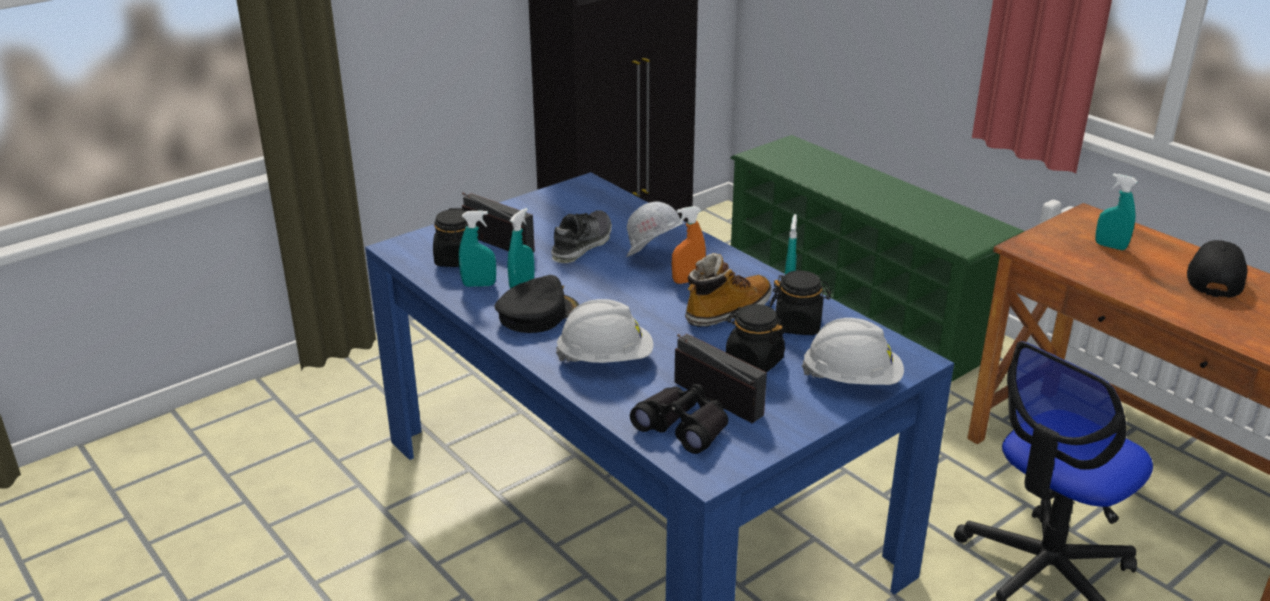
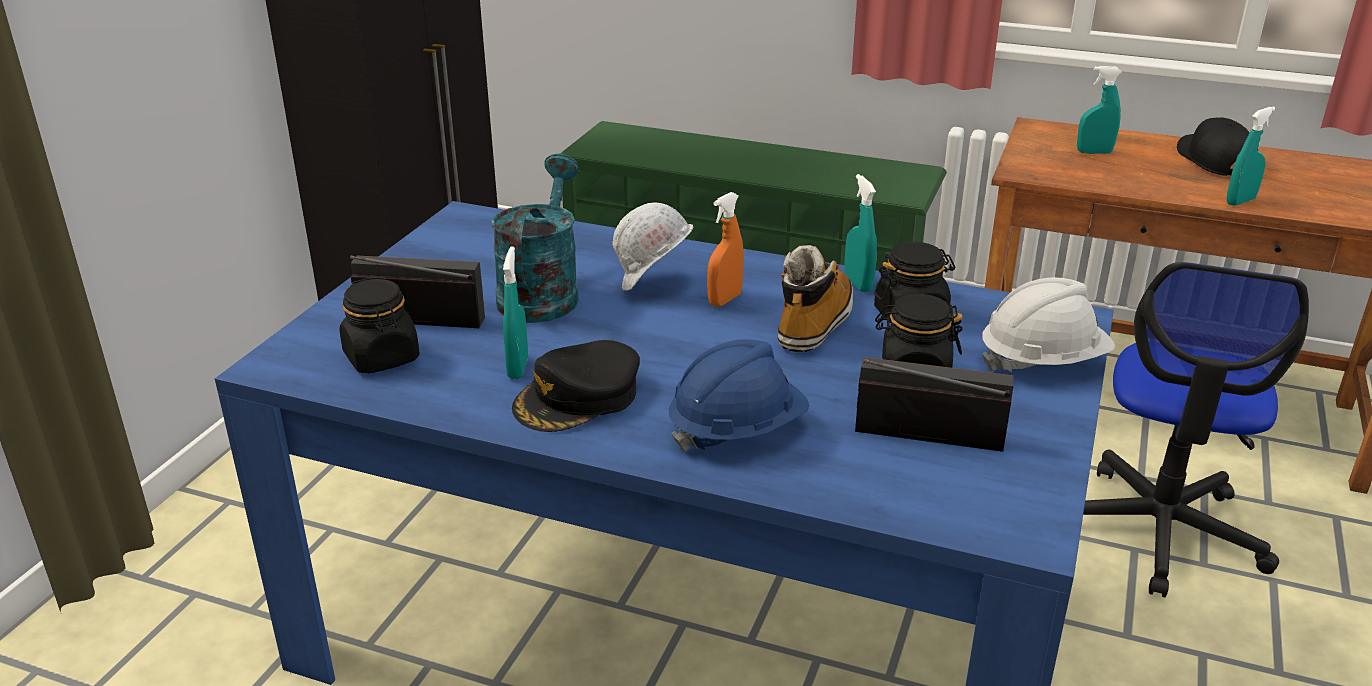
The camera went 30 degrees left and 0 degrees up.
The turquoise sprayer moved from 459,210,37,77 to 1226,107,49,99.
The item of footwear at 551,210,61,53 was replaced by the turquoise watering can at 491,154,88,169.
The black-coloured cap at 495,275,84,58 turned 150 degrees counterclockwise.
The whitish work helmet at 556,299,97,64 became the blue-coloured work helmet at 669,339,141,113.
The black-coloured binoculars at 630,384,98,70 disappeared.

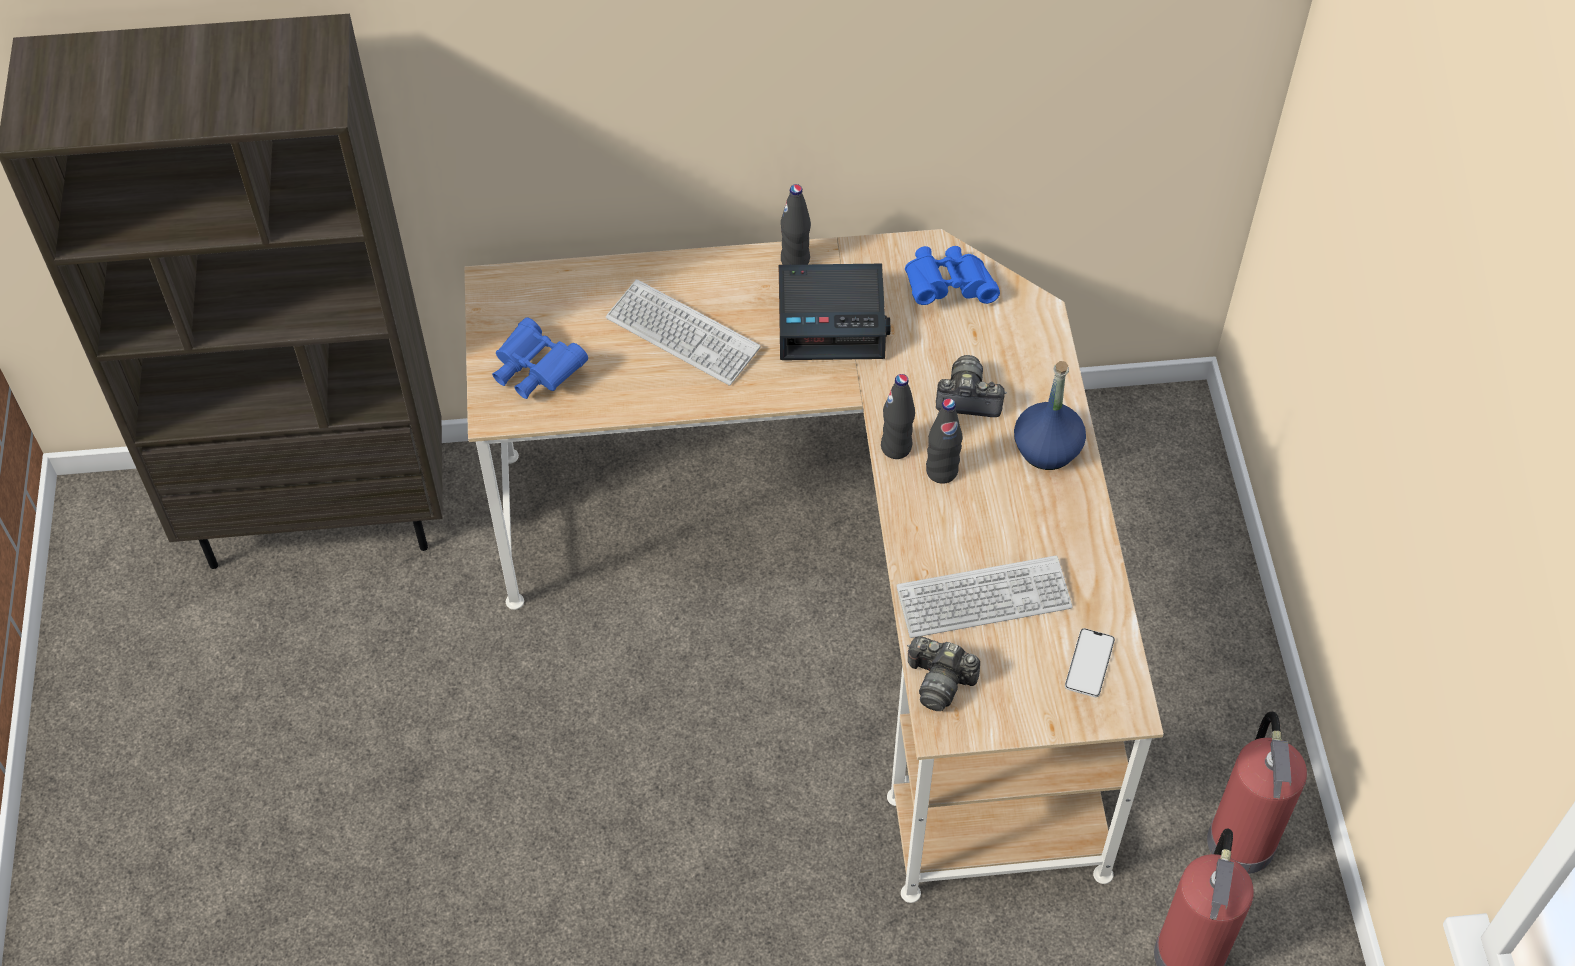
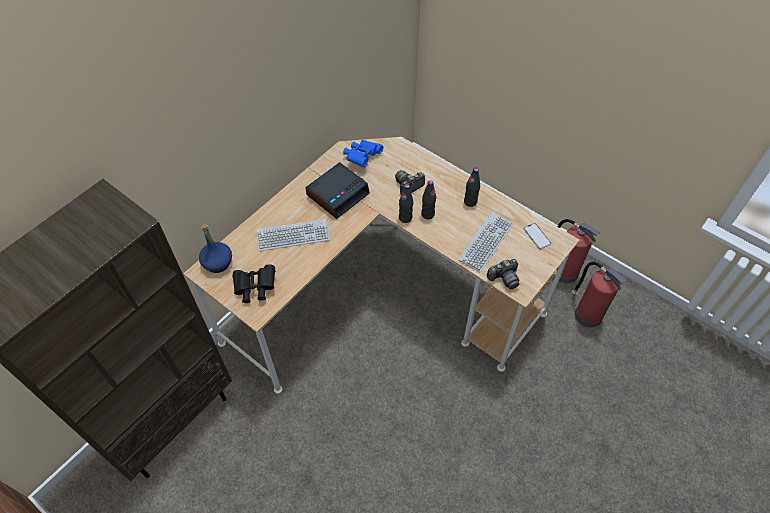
The camera went 45 degrees left and 0 degrees up.
The black-coloured drink bottle moved from 781,184,30,81 to 464,168,16,39.
The blue-coloured binoculars at 492,317,96,82 became the black-coloured binoculars at 233,264,42,39.
The blue-coloured drink bottle moved from 1014,361,72,109 to 199,224,33,49.

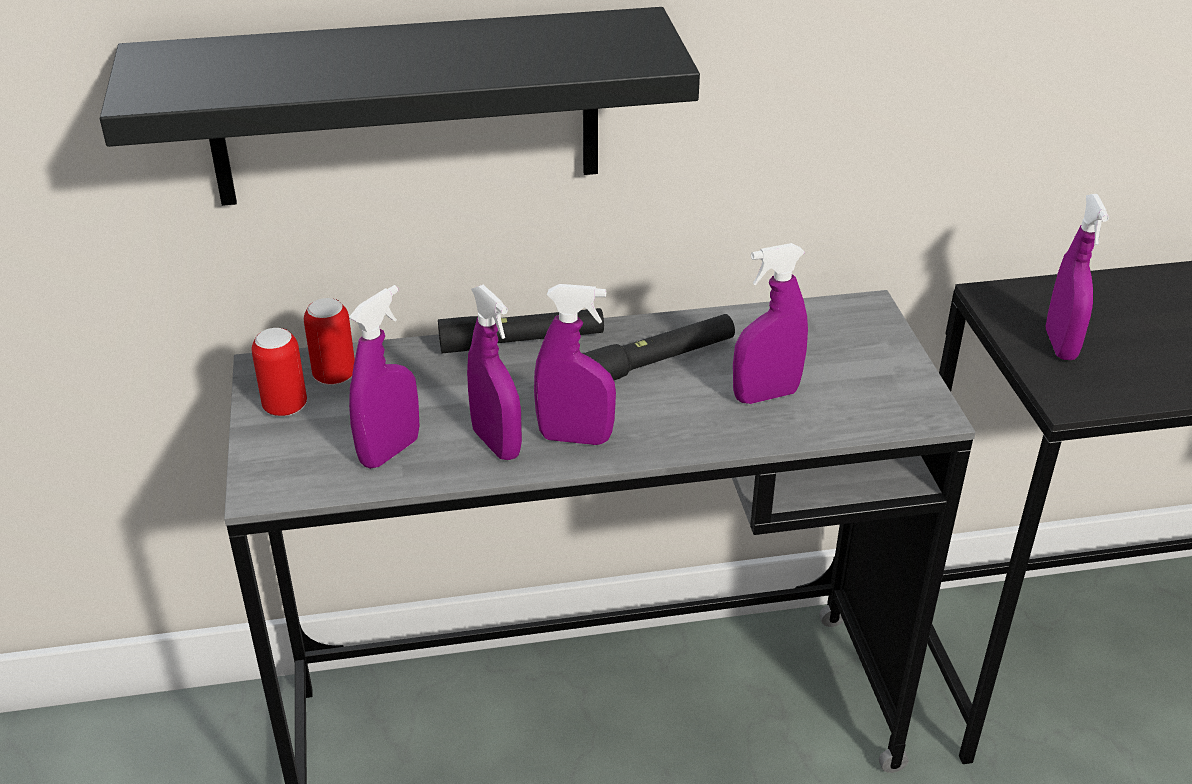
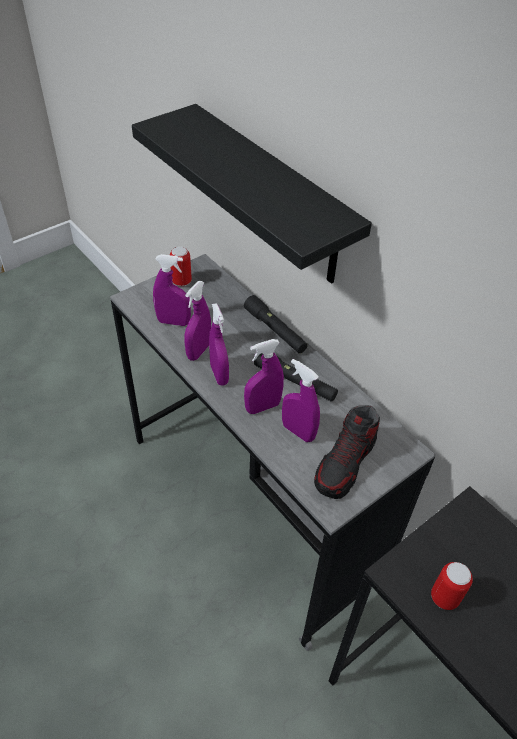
The camera went 60 degrees right and 10 degrees up.
The purple sprayer moved from 1046,194,63,166 to 244,339,40,75.
The can moved from 304,298,51,87 to 431,562,42,48.
The item of footwear at 314,405,66,94 appeared.

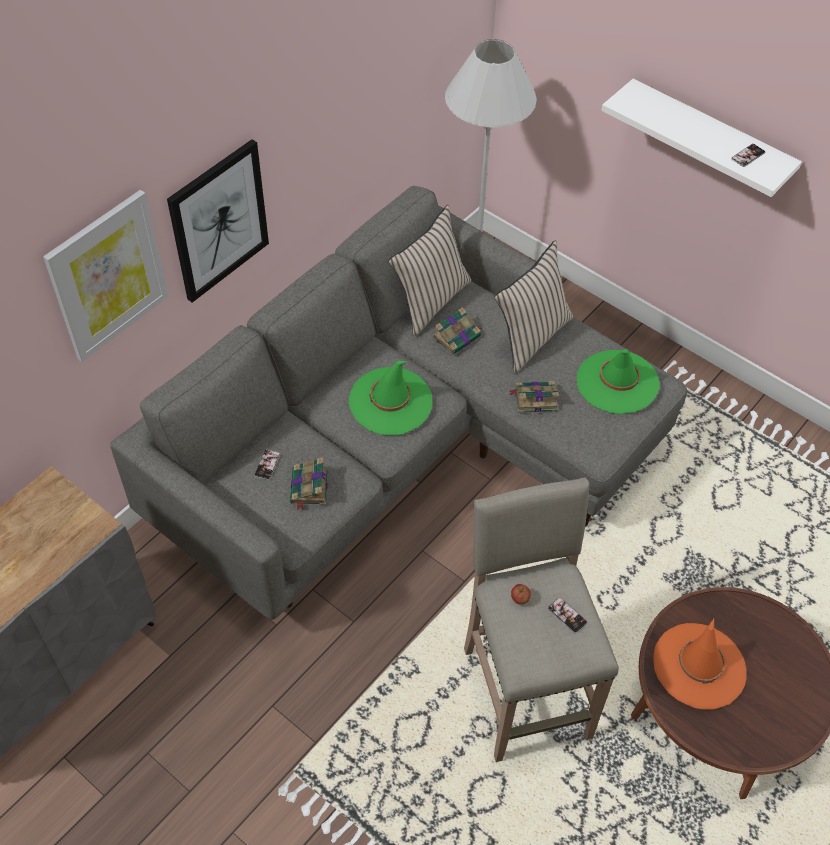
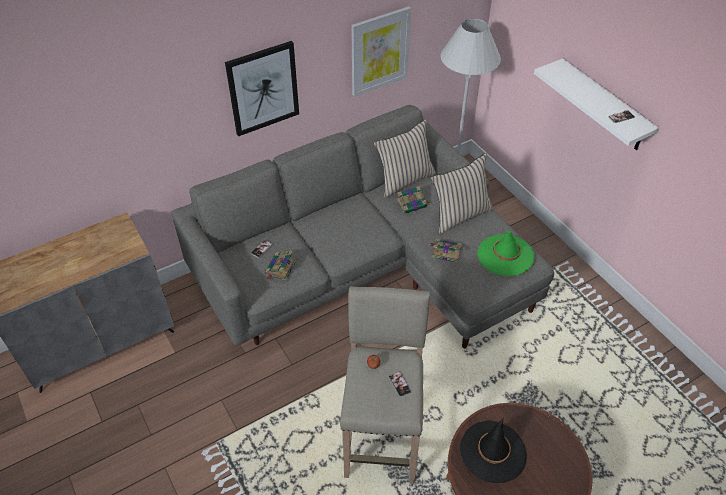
The camera went 20 degrees right and 5 degrees down.
The wall art moved from 43,190,125,172 to 351,6,60,91.
The green hat at 349,361,84,75 disappeared.
The orange-coloured hat at 653,619,94,91 became the black-coloured hat at 460,418,67,65.

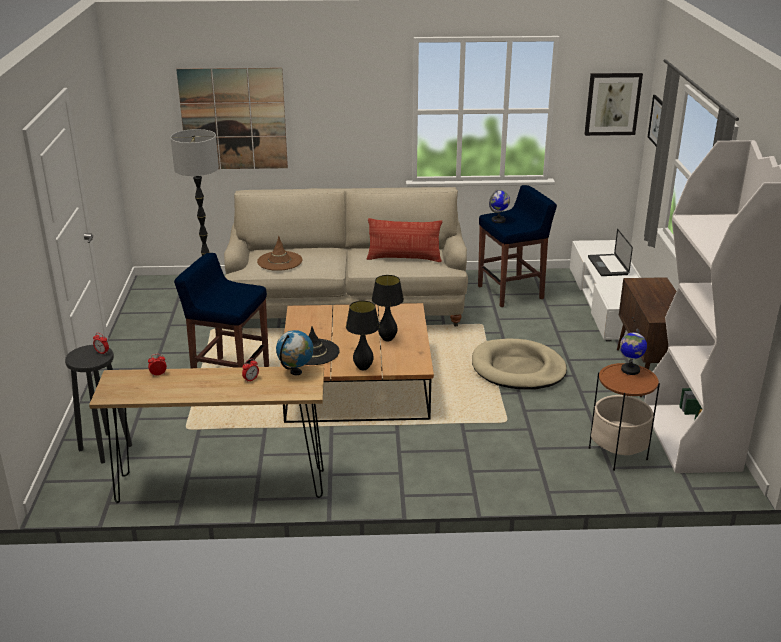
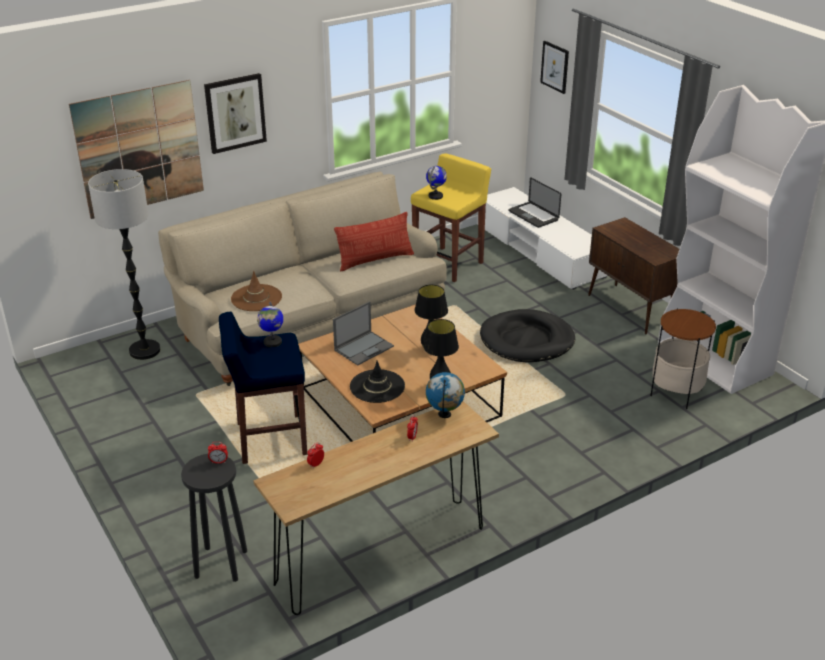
The camera went 30 degrees left and 5 degrees up.
The wall art moved from 584,73,59,63 to 204,73,63,81.
The blue-coloured sitting stool at 478,185,79,122 became the yellow-coloured sitting stool at 411,153,80,129.
The globe moved from 620,329,27,46 to 257,302,26,46.
The sand-coloured dog bed at 472,338,95,52 became the black-coloured dog bed at 480,309,95,53.
The portable computer at 333,301,61,64 appeared.

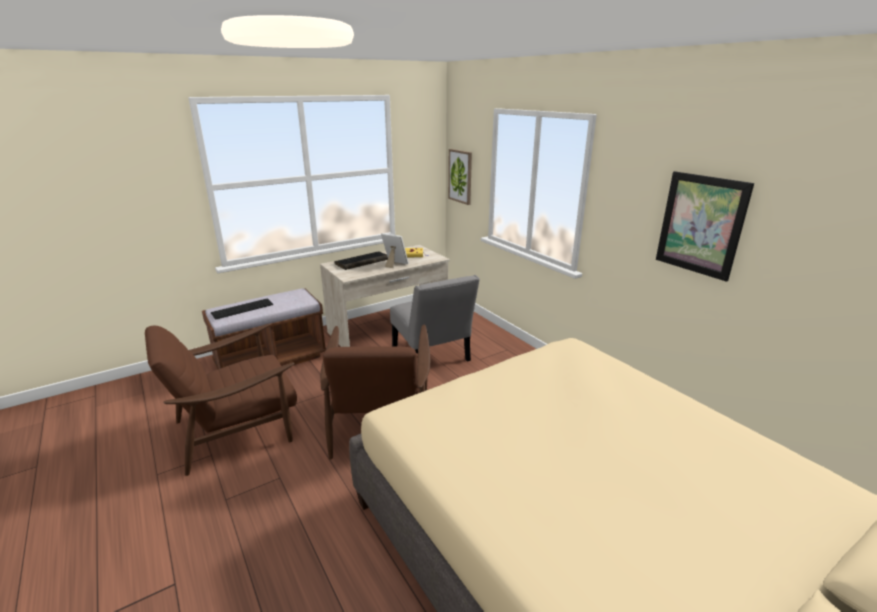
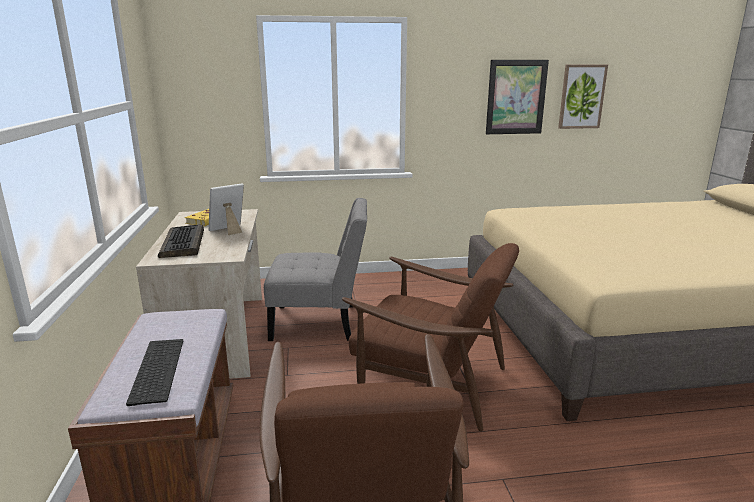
The camera went 65 degrees left and 5 degrees down.
The wall art moved from 448,149,24,56 to 558,65,50,64.

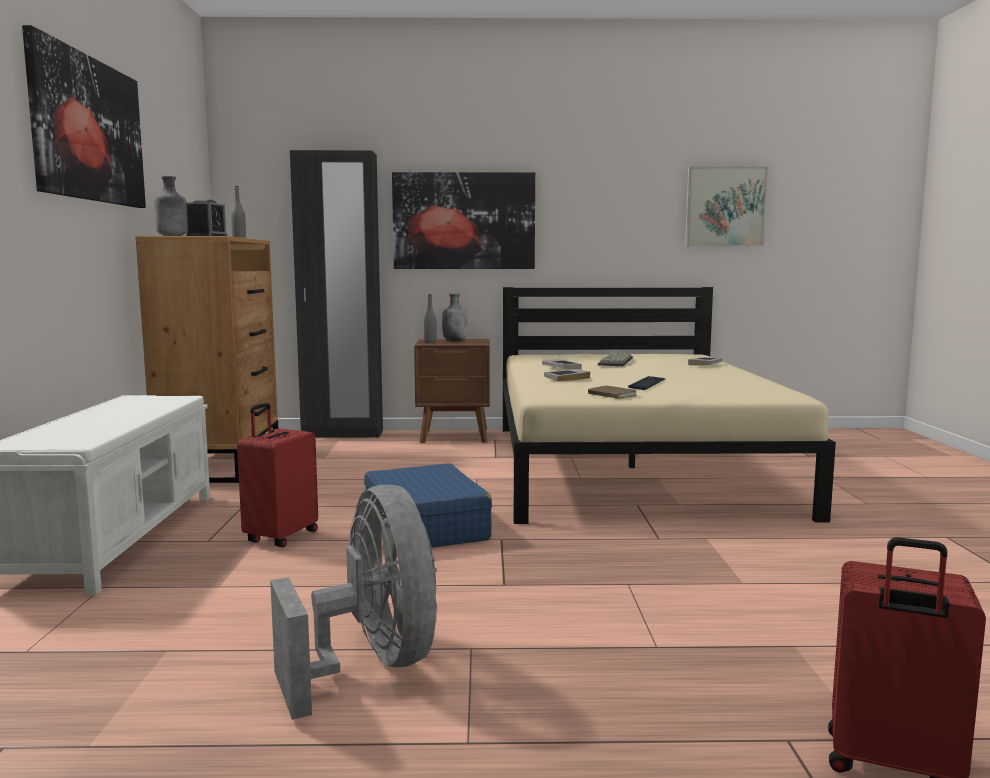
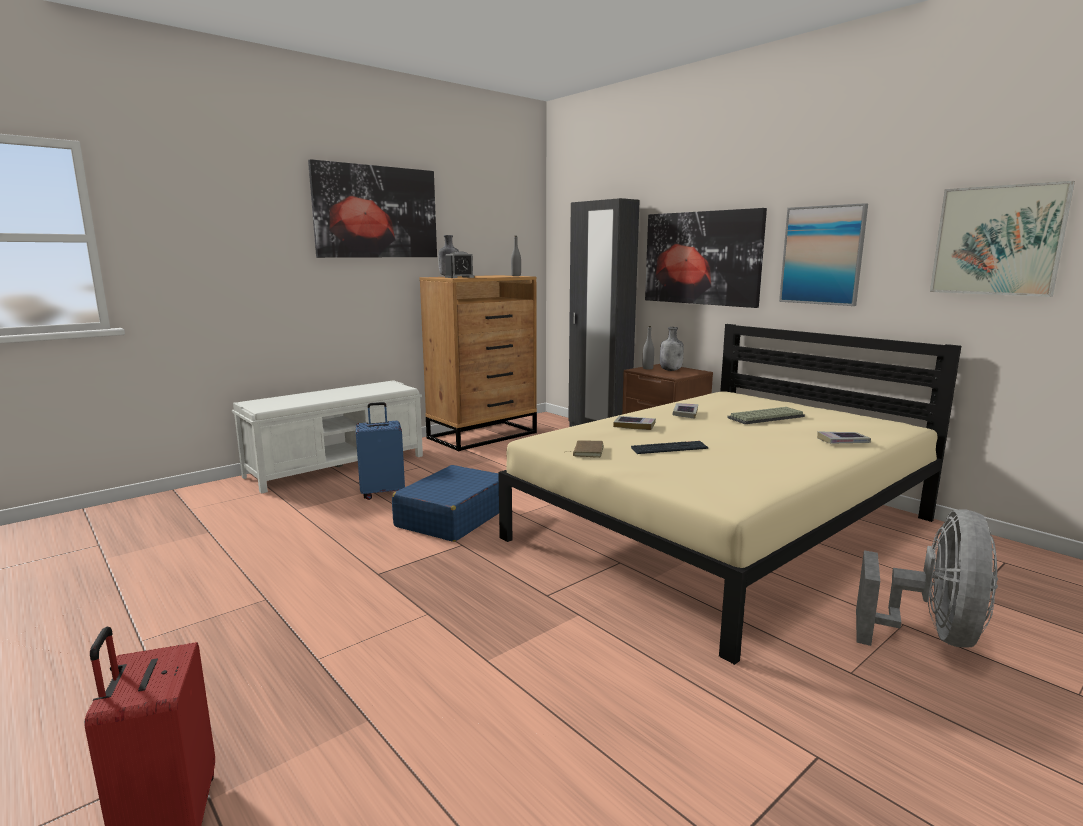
The camera went 50 degrees right and 5 degrees up.
The red-coloured suitcase at 237,403,81,144 became the blue-coloured suitcase at 356,402,49,98.
The grey cooling fan moved from 270,485,167,235 to 856,509,142,138.
The wall art at 779,203,89,103 appeared.

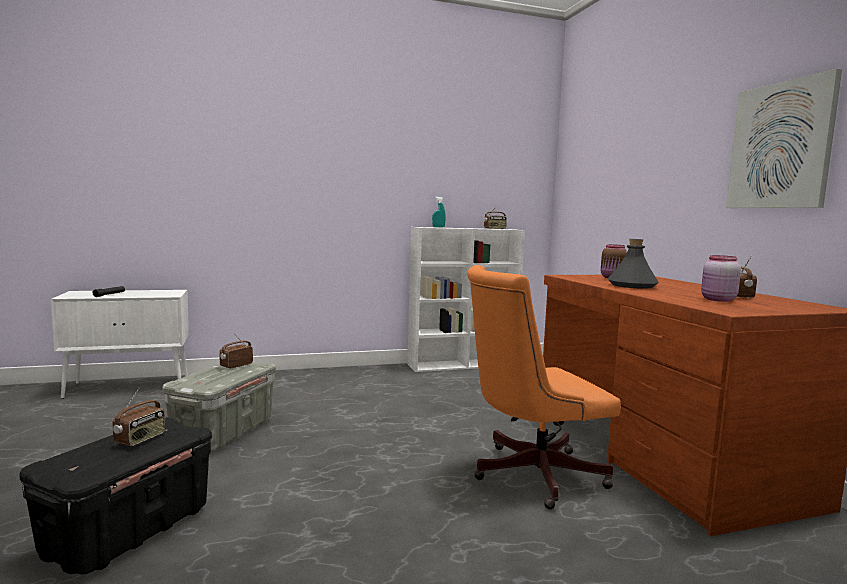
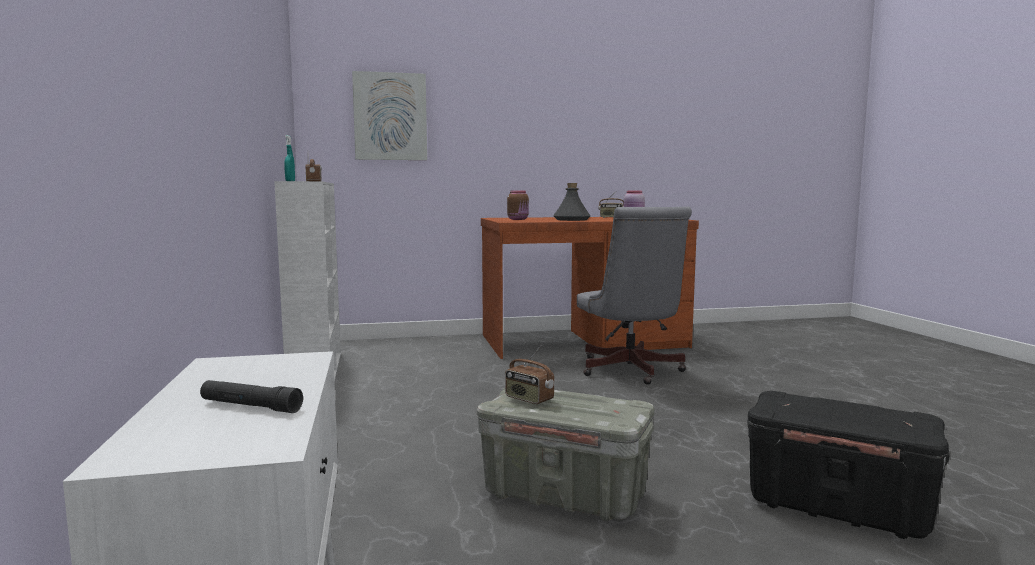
The camera went 85 degrees left and 0 degrees up.
The wall art moved from 726,69,116,139 to 352,71,75,89.
The orange-coloured desk chair at 467,265,154,244 became the grey desk chair at 577,206,115,179.
The radio at 113,386,52,61 disappeared.

